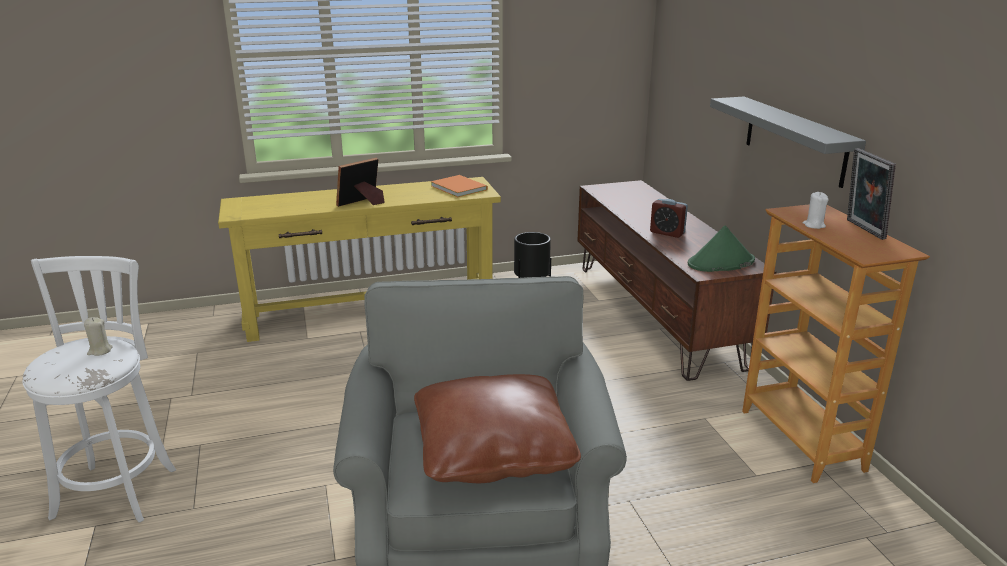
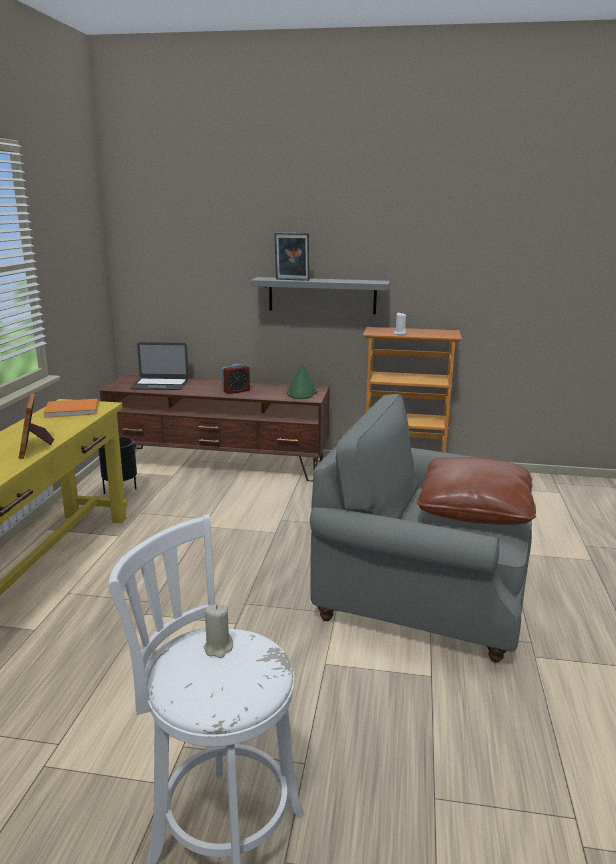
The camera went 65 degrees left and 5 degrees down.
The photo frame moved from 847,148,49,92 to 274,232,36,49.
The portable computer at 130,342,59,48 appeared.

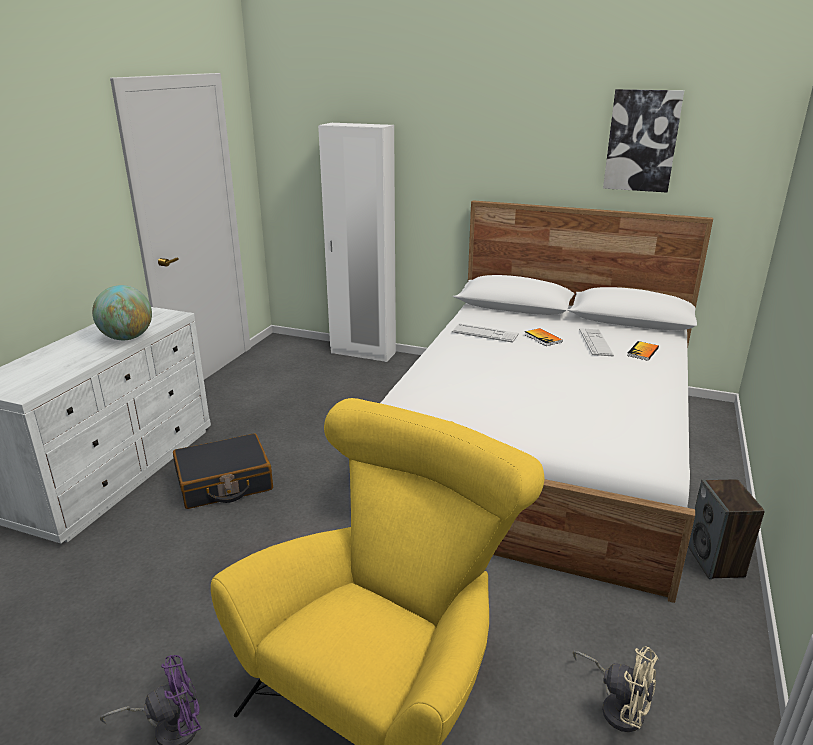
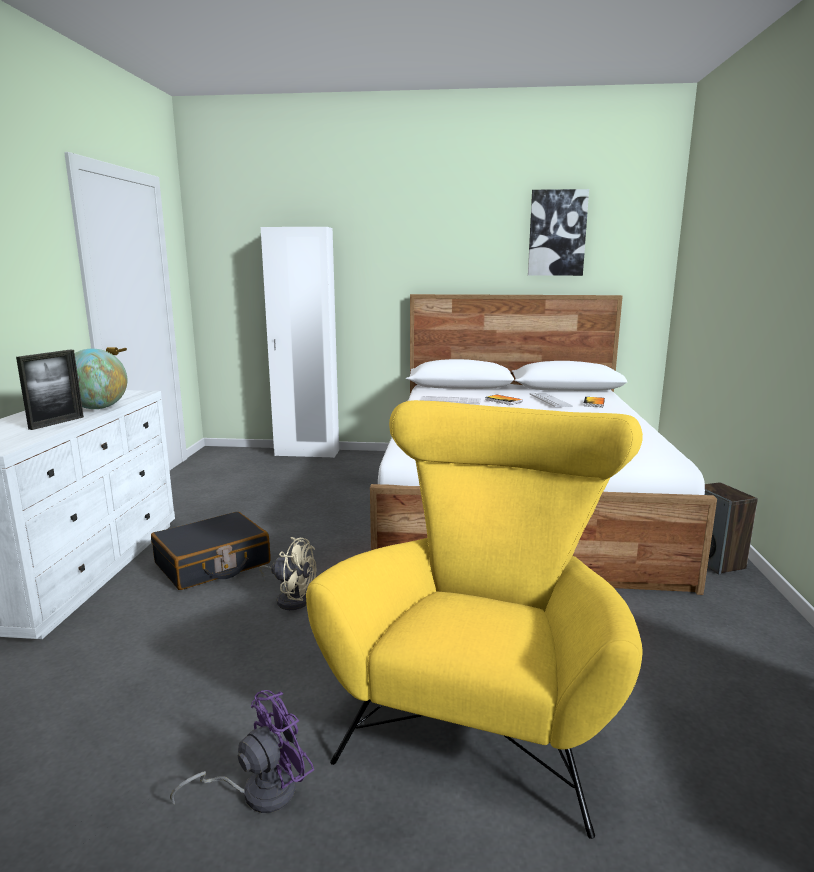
The camera went 15 degrees left and 10 degrees down.
The sand-coloured cooling fan moved from 573,646,85,86 to 259,537,57,73.
The photo frame at 16,350,68,80 appeared.

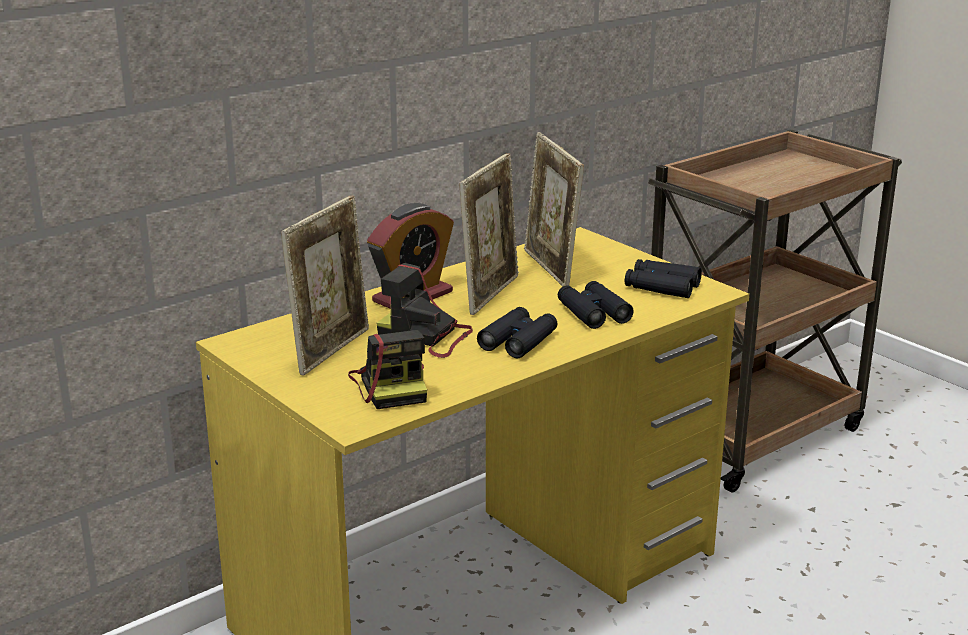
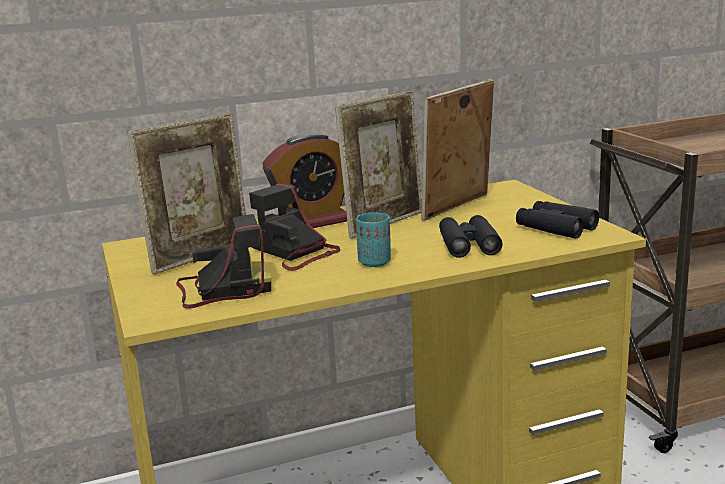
The camera went 20 degrees right and 5 degrees down.
The photo frame at 524,132,60,155 turned 45 degrees clockwise.
The black-coloured binoculars at 477,307,80,51 was replaced by the turquoise small cup at 356,212,35,55.
The still camera at 348,330,79,79 turned 105 degrees counterclockwise.

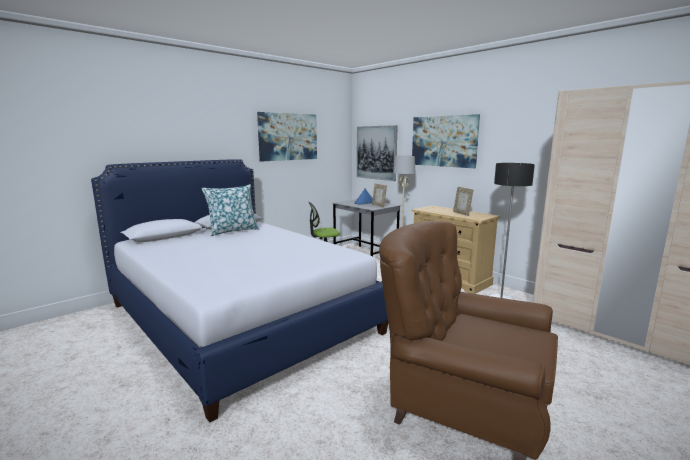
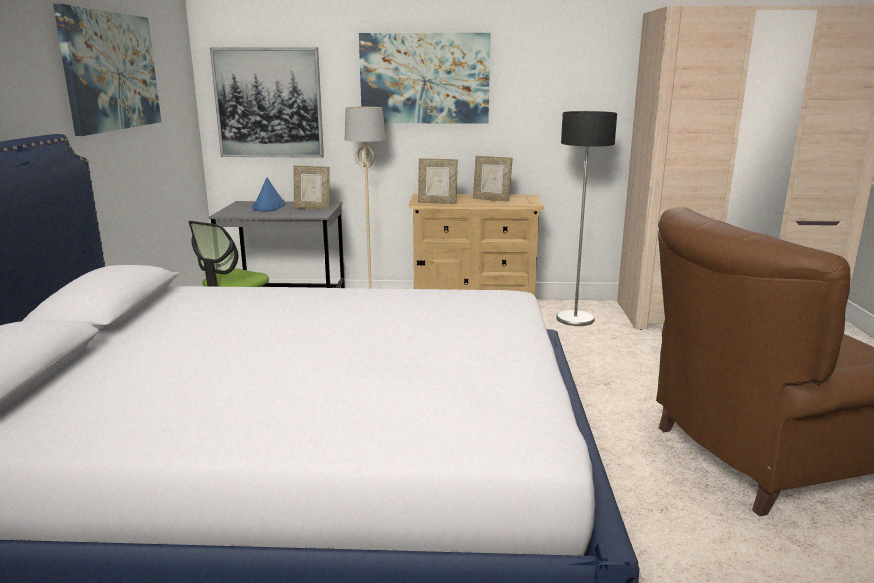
The camera went 45 degrees left and 5 degrees up.
The pillow at 202,184,57,52 disappeared.
The photo frame at 418,158,40,46 appeared.

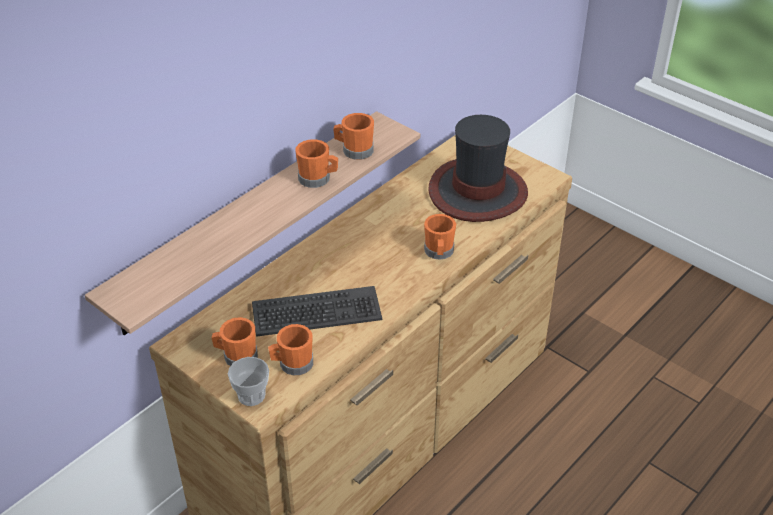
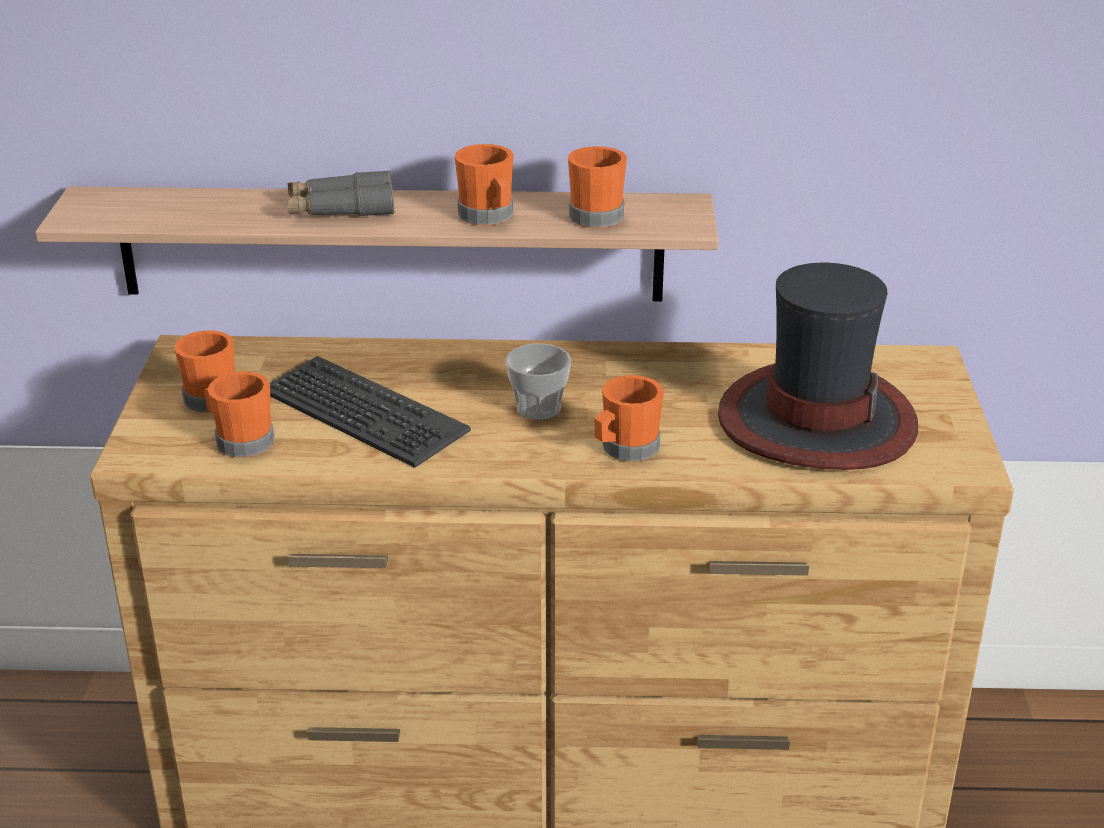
The camera went 50 degrees right and 10 degrees down.
The small cup moved from 228,357,41,49 to 506,343,65,77.
The grey binoculars at 287,171,107,45 appeared.

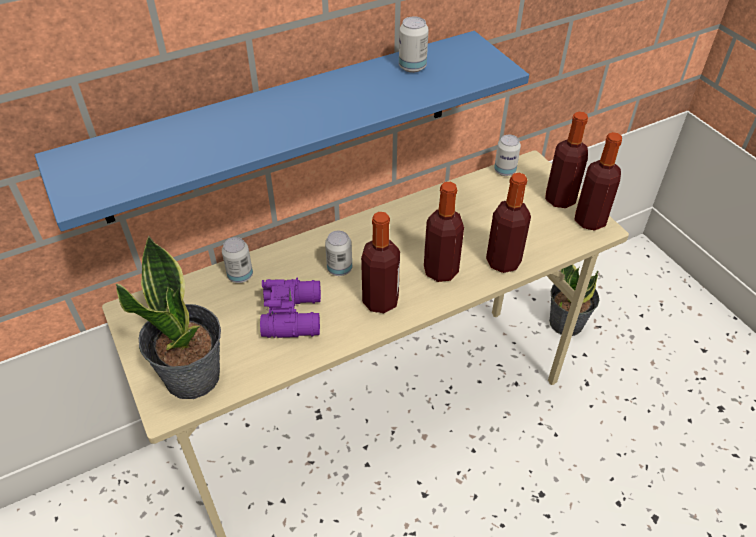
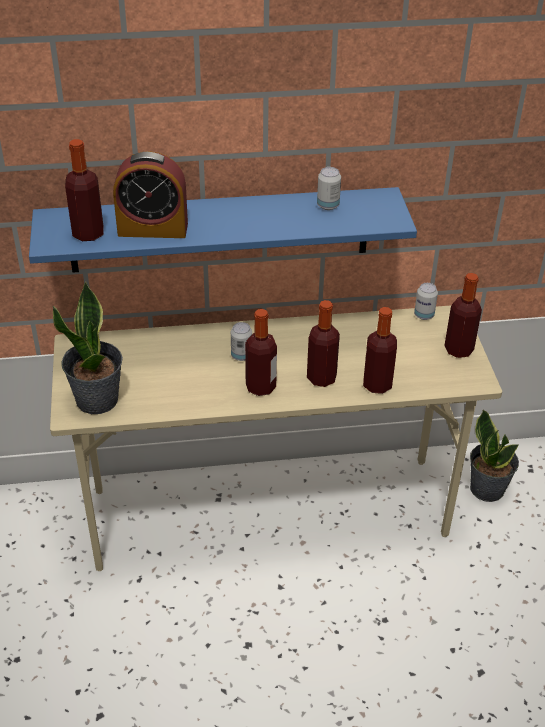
The camera went 20 degrees right and 5 degrees down.
The drink bottle moved from 574,132,48,99 to 65,139,39,102.
The can at 222,237,31,46 disappeared.
The purple binoculars at 260,278,61,60 disappeared.
The alarm clock at 113,151,75,87 appeared.

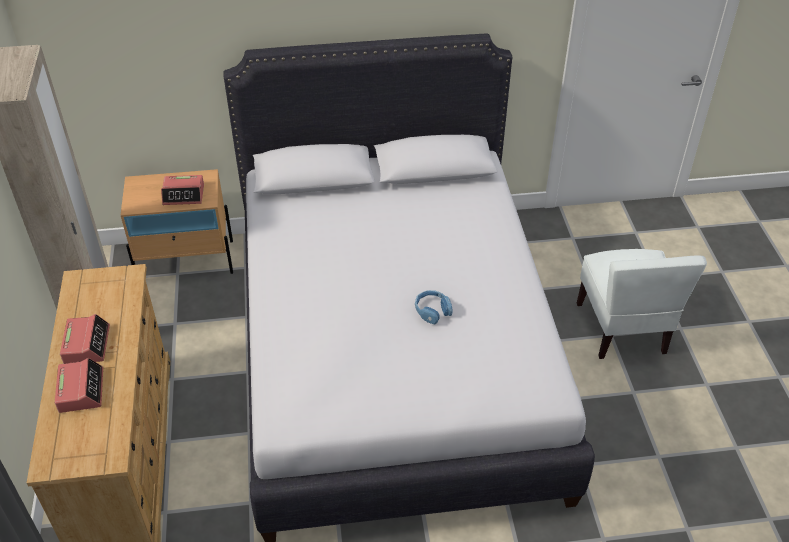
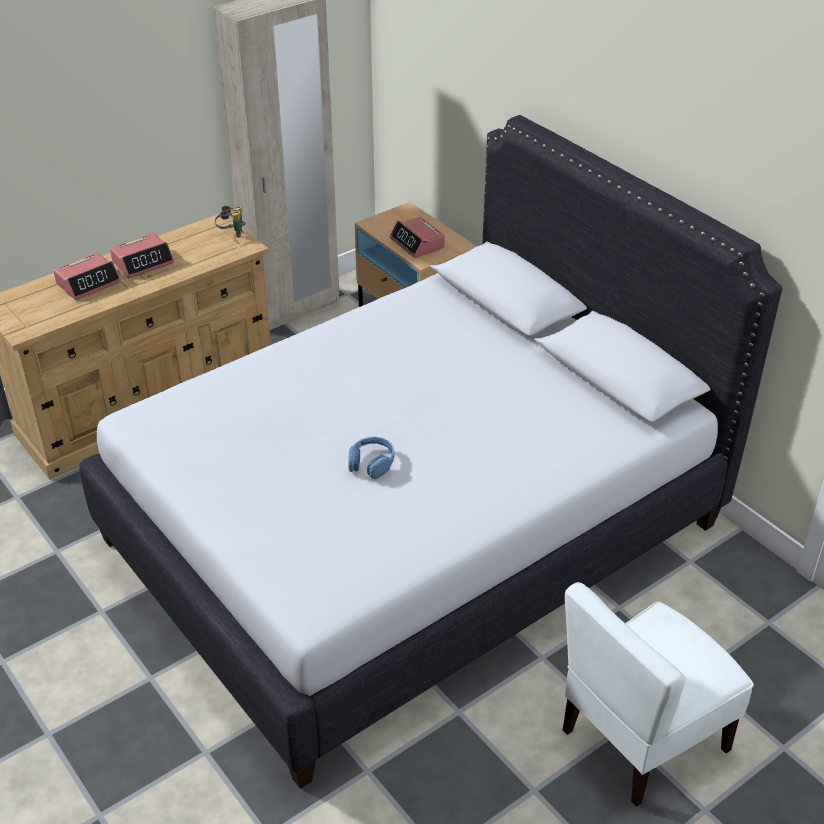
The camera went 60 degrees right and 5 degrees down.
The binoculars at 215,206,31,32 appeared.

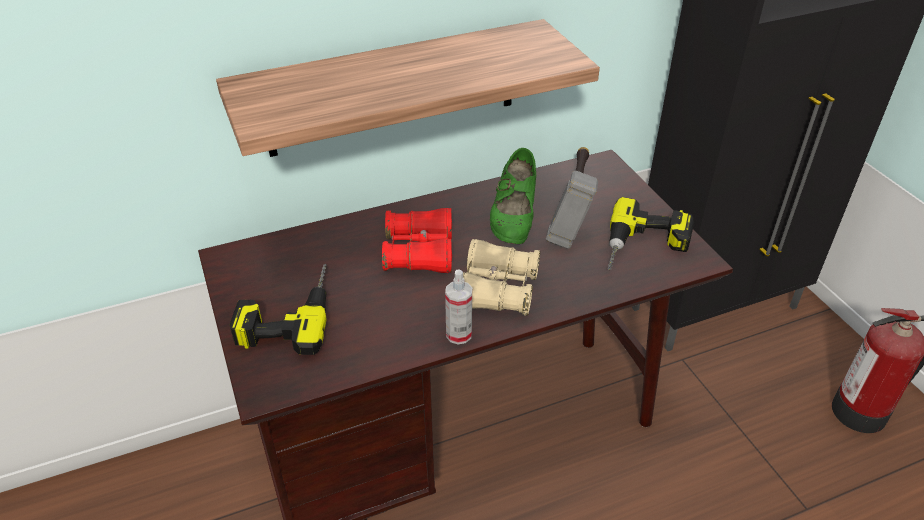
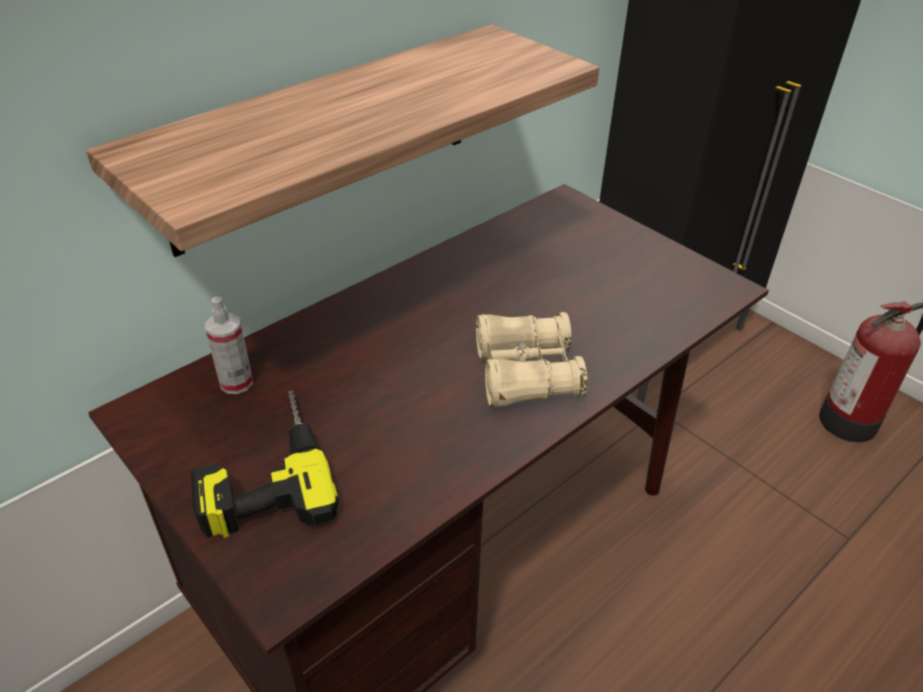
The camera went 20 degrees left and 0 degrees up.
The tool hammer at 546,147,52,102 disappeared.
The green item of footwear at 490,148,46,96 disappeared.
The power drill at 608,197,86,73 disappeared.
The red-coloured binoculars at 382,208,70,65 disappeared.
The sprayer moved from 445,269,27,75 to 205,296,48,98.

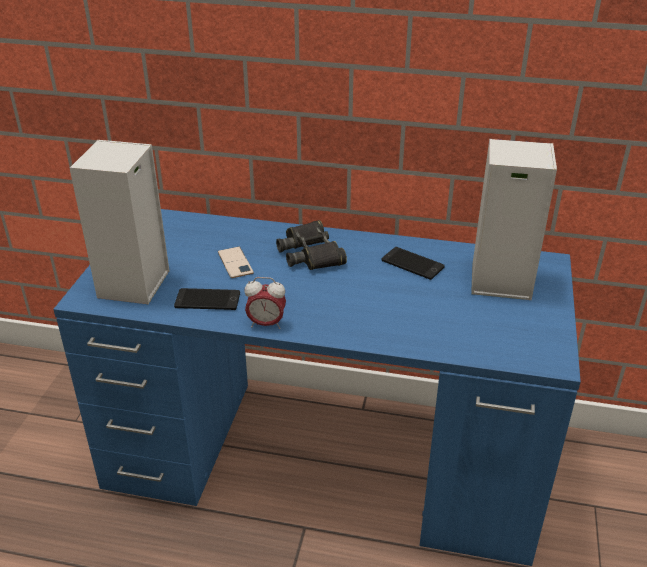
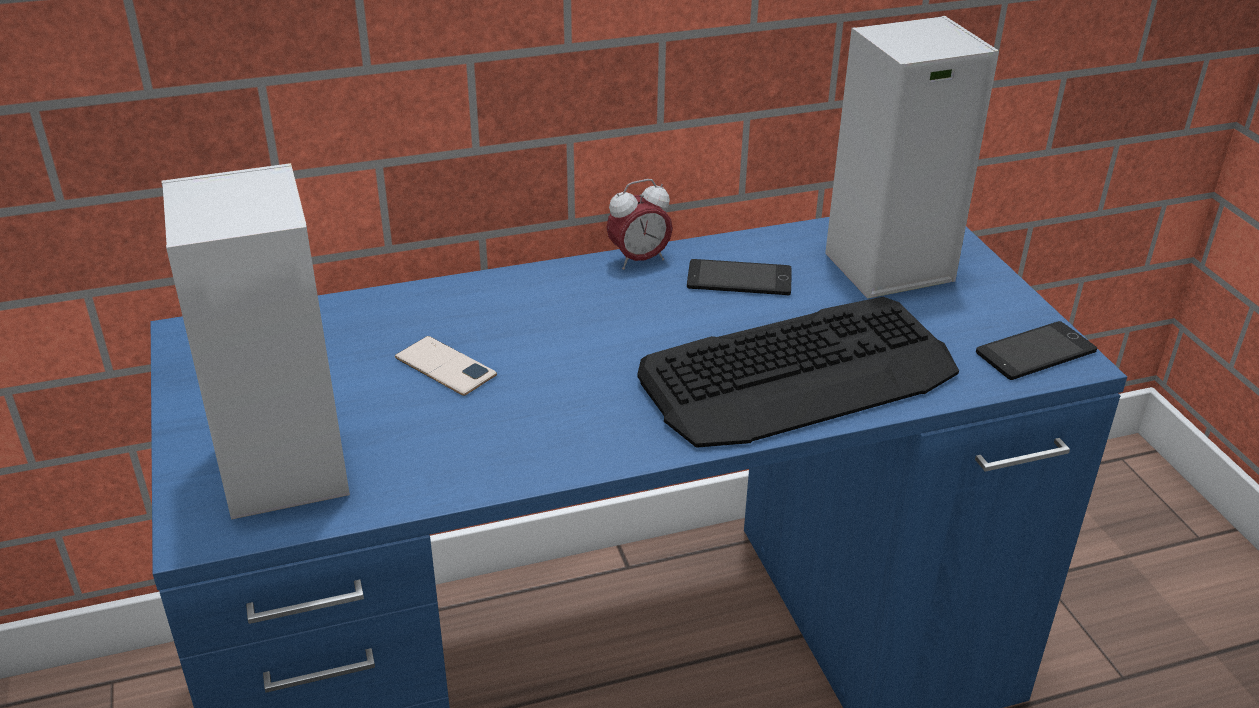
The camera went 30 degrees left and 0 degrees up.
The black-coloured binoculars at 276,220,71,50 disappeared.
The alarm clock moved from 245,277,41,52 to 606,179,67,91.
The phone moved from 174,288,66,22 to 976,321,121,59.
The PC keyboard at 637,297,322,151 appeared.

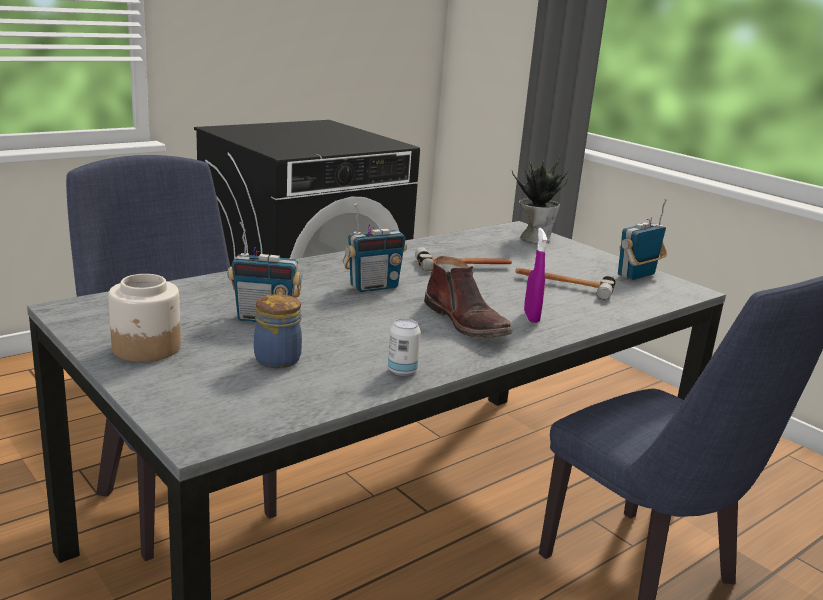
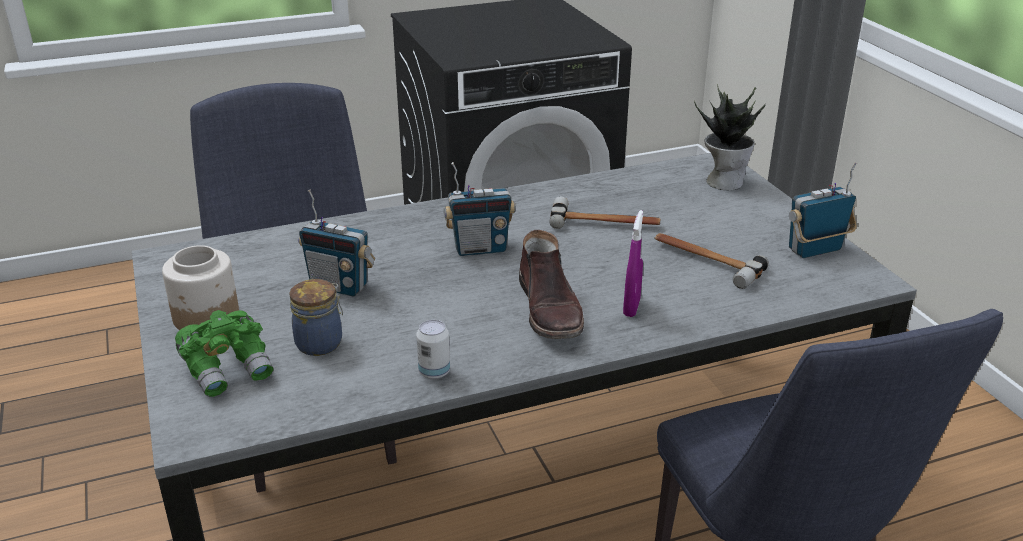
The camera went 20 degrees right and 10 degrees up.
The green binoculars at 175,310,99,87 appeared.

